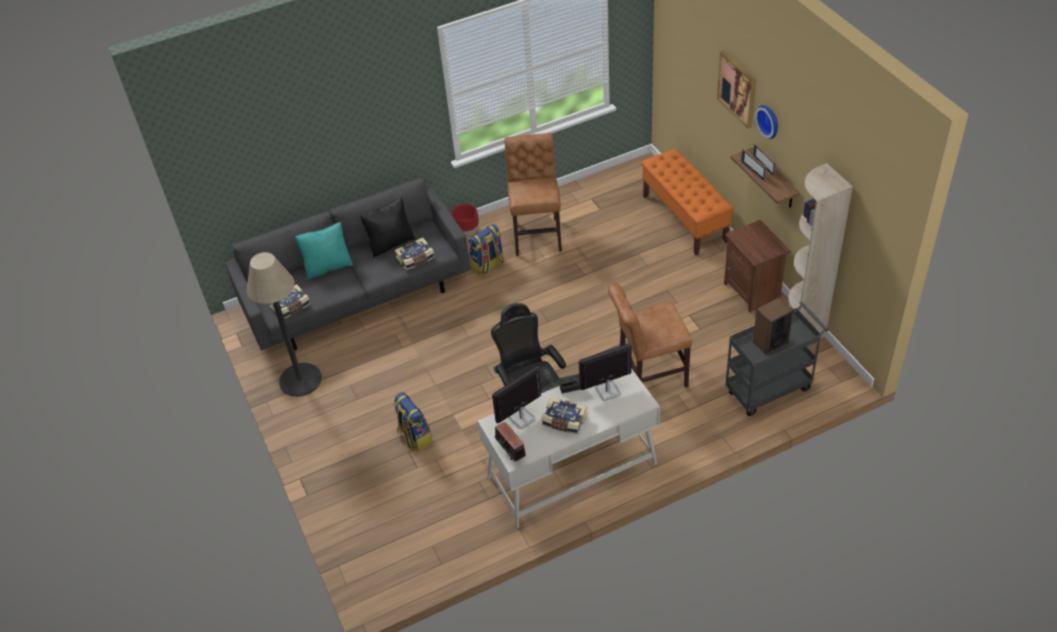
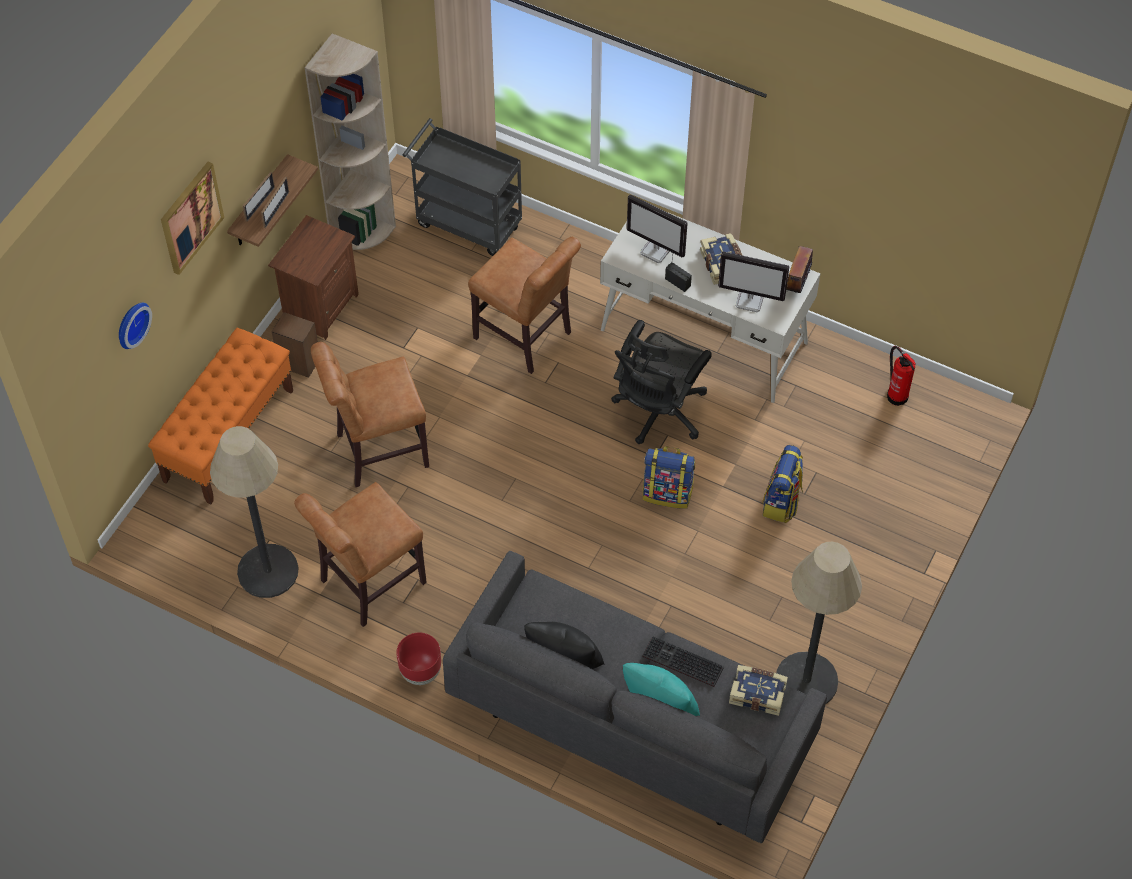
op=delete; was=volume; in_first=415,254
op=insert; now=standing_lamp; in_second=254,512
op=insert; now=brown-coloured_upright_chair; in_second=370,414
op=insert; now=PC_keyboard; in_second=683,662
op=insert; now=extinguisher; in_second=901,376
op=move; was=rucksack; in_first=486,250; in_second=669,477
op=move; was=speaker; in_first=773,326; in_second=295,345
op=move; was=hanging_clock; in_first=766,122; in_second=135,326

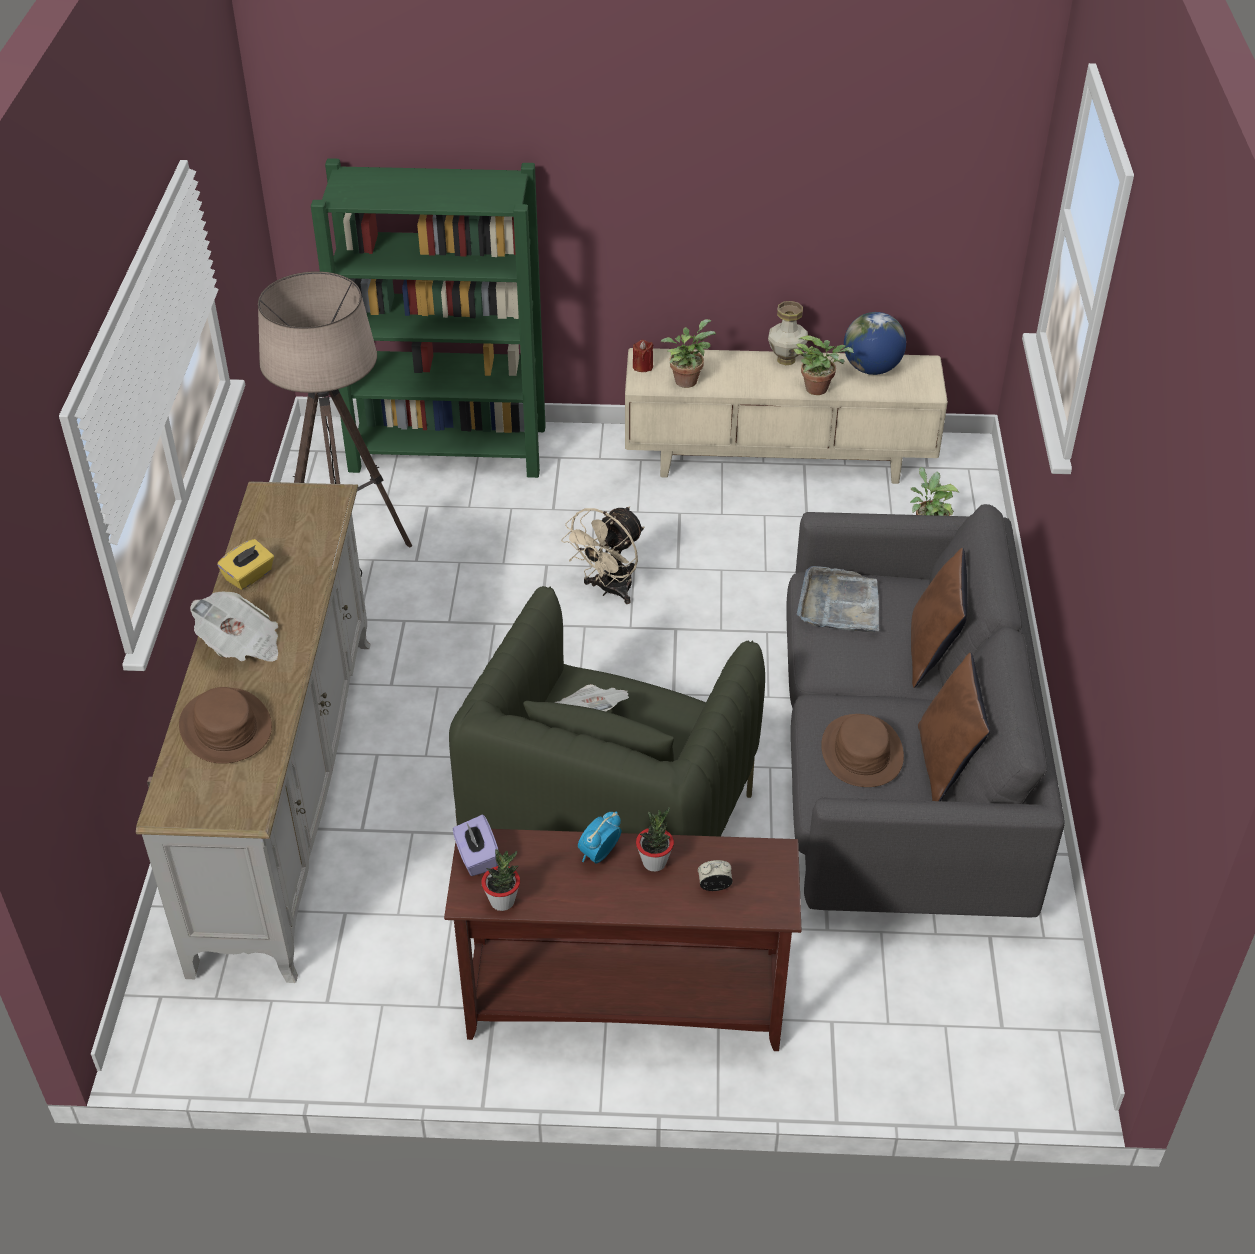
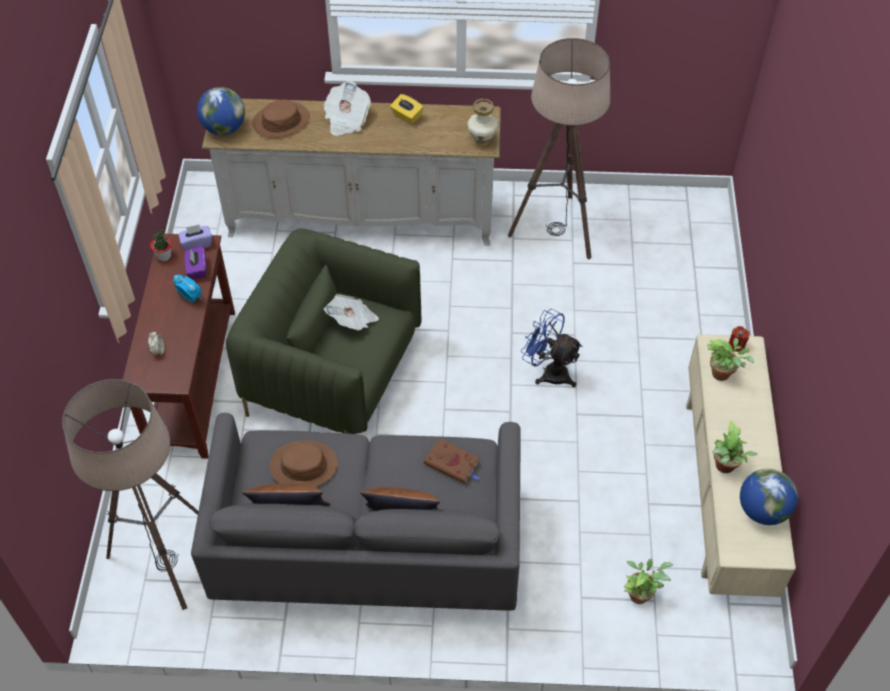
op=delete; was=green-coloured_shelving_unit; in_first=428,318
op=delete; was=houseplant; in_first=655,839
op=insert; now=standing_lamp; in_second=130,494
op=insert; now=purple_tissue_box; in_second=195,262
op=insert; now=globe; in_second=221,111
op=move; was=decorative_vase; in_first=788,333; in_second=482,122
op=replace; was=gray_tray; now=brown-coloured_volume; in_first=838,599; in_second=452,461
op=recolor; was=beige-coloured_electric_fan; now=blue-coloured_electric_fan; in_first=602,555; in_second=552,348

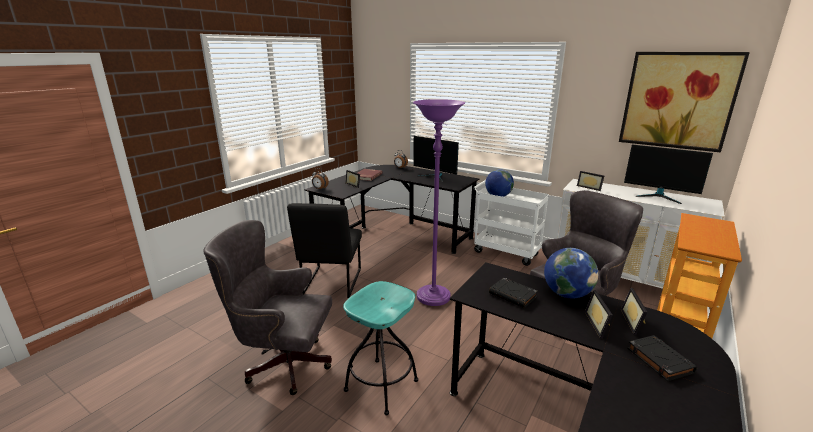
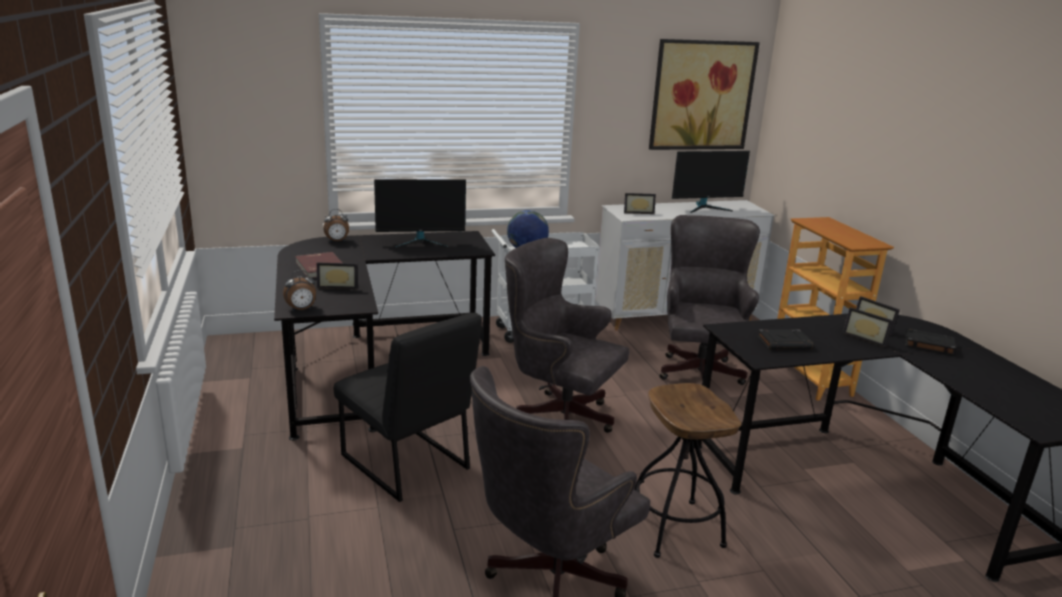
op=delete; was=globe; in_first=571,273
op=replace; was=purple_standing_lamp; now=gray_computer_chair; in_first=439,202; in_second=567,335
op=recolor; was=turquoise_stool; now=brown-coloured_stool; in_first=380,348; in_second=688,470

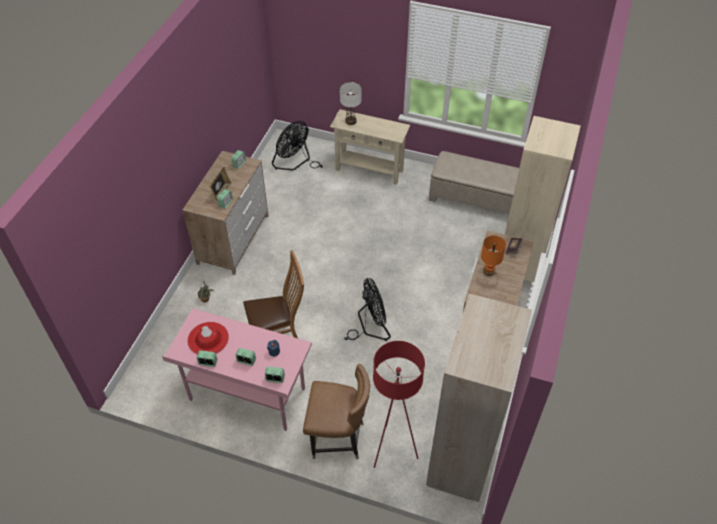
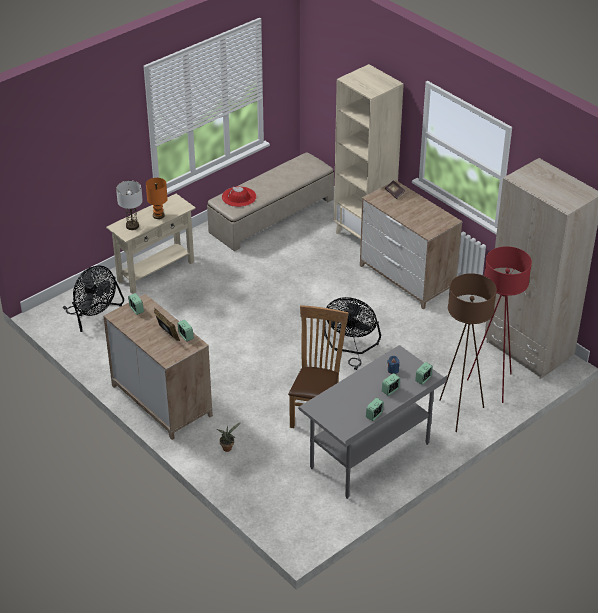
op=move; was=red_wearable_hat; in_first=208,338; in_second=239,196
op=move; was=orange-coloured_tabletop_lamp; in_first=493,255; in_second=157,198
op=replace; was=brown-coloured_upright_chair; now=brown-coloured_standing_lamp; in_first=336,412; in_second=468,352
op=recolor; was=pinkish_desk; now=gray_desk; in_first=237,369; in_second=372,422
op=rotate; was=black-coloured_electric_fan; in_first=297,145; in_second=93,299; clockwise=-120

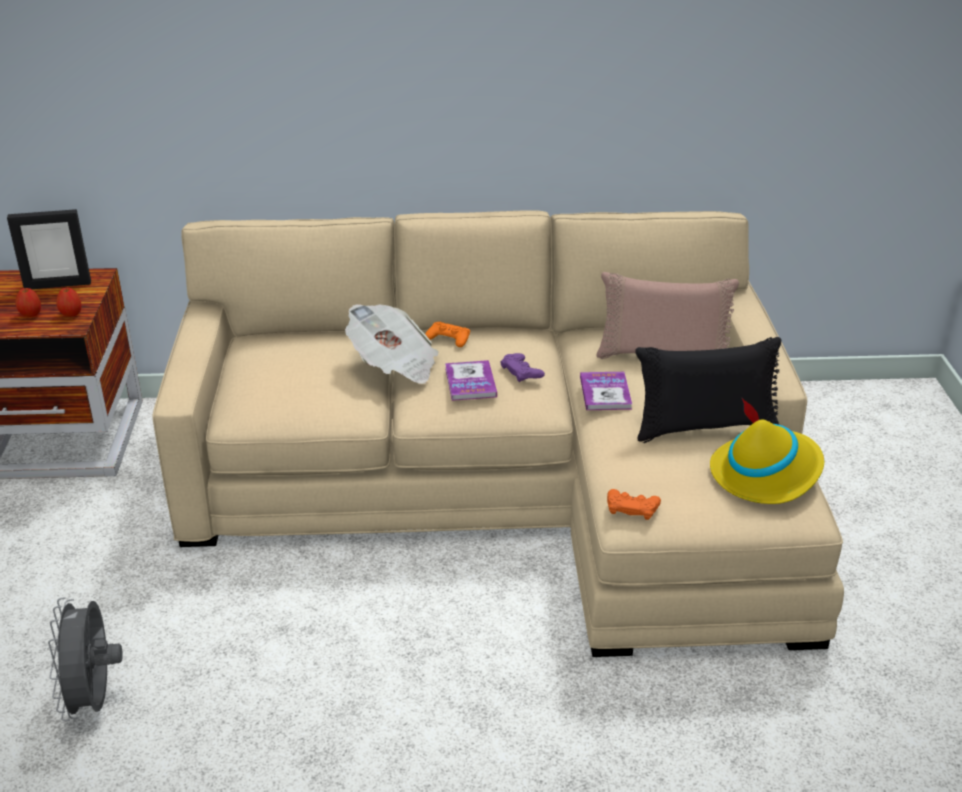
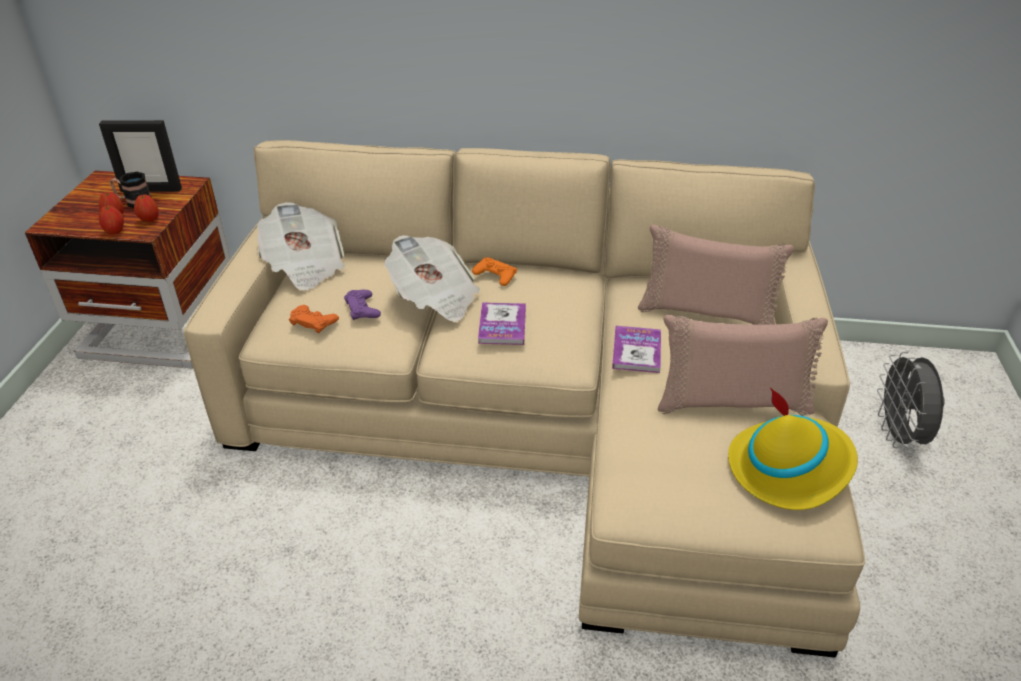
op=insert; now=whole_apple; in_second=111,220
op=insert; now=coffee_mug; in_second=130,190
op=insert; now=newspaper; in_second=301,246
op=move; was=gray_electric_fan; in_first=85,659; in_second=911,400
op=move; was=purple_game_controller; in_first=522,367; in_second=362,305
op=move; was=orange-coloured_game_controller; in_first=634,504; in_second=314,319
op=recolor; was=black-coloured_throw_pillow; now=beige-coloured_throw_pillow; in_first=708,390; in_second=743,365

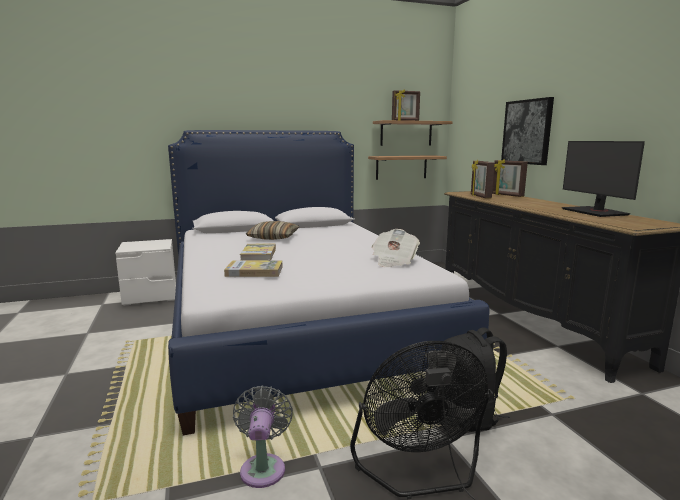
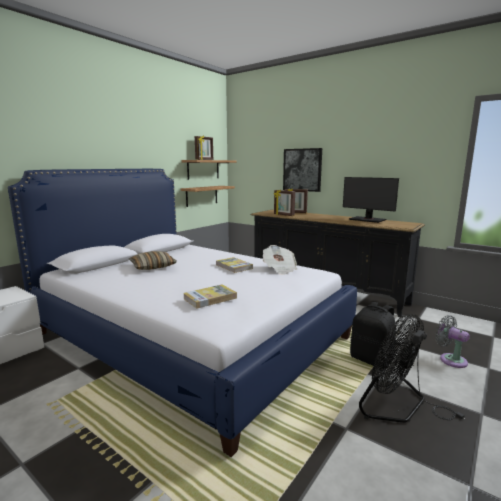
op=move; was=gray_electric_fan; in_first=263,436; in_second=452,341
op=move; was=volume; in_first=258,251; in_second=234,265

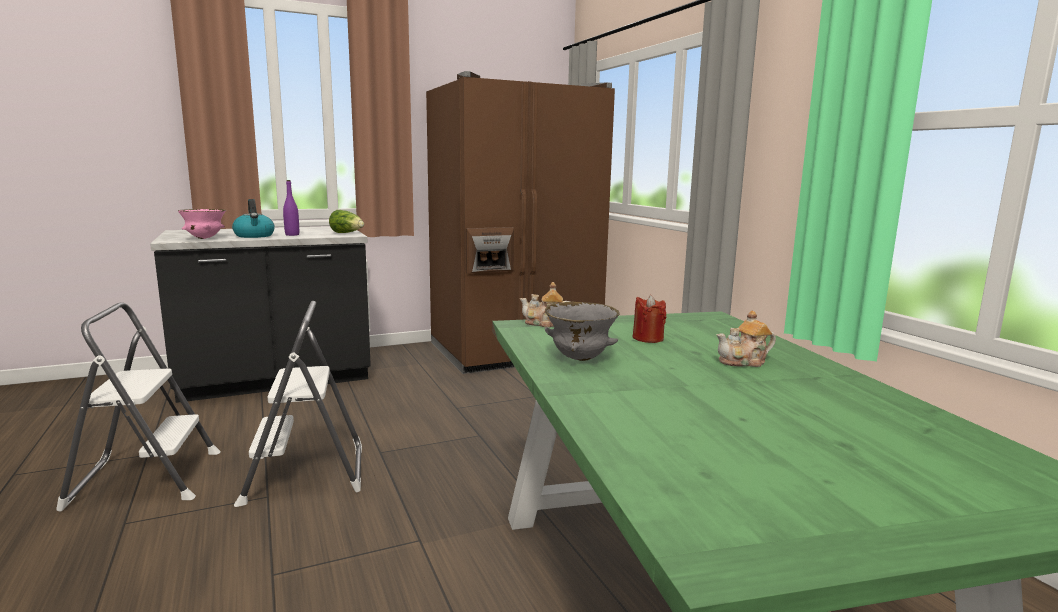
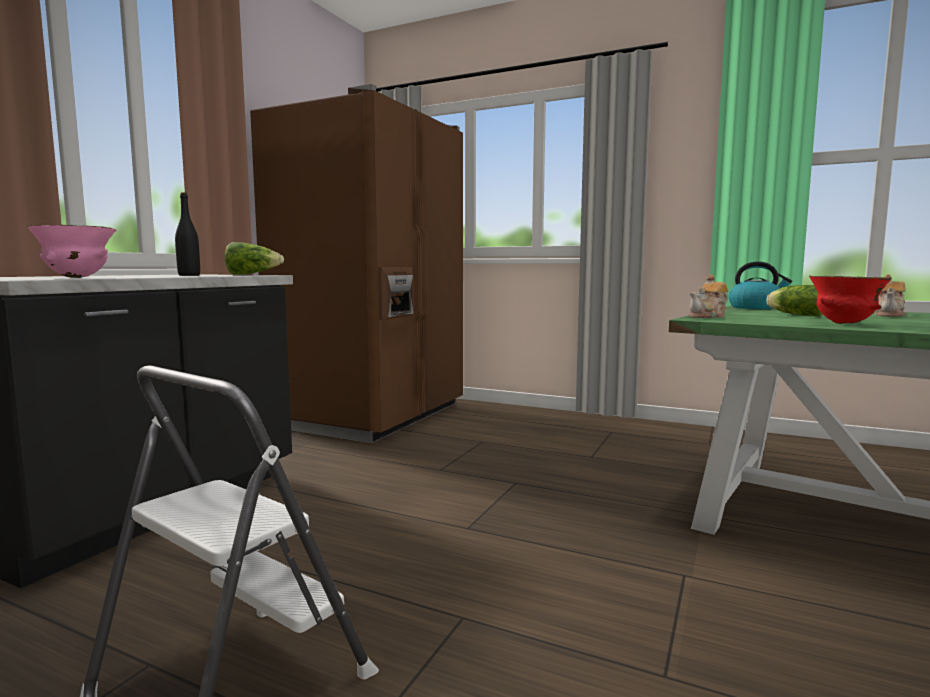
op=delete; was=white-coloured_step_ladder; in_first=298,404
op=move; was=kettle; in_first=253,218; in_second=760,285
op=replace; was=red_candle; now=head_of_lettuce; in_first=649,319; in_second=794,300
op=recolor; was=purple_drink_bottle; now=black-coloured_drink_bottle; in_first=291,208; in_second=187,234
op=recolor; was=gray_serving_bowl; now=red_serving_bowl; in_first=582,331; in_second=850,300

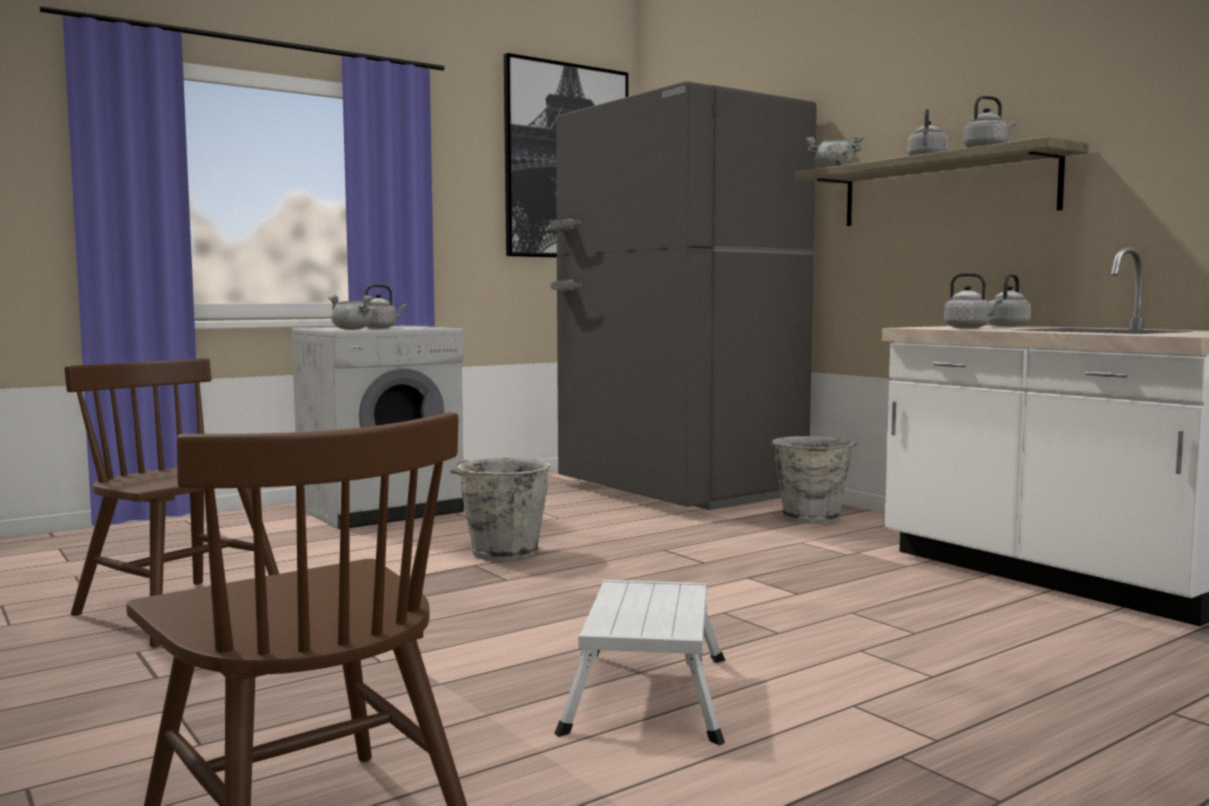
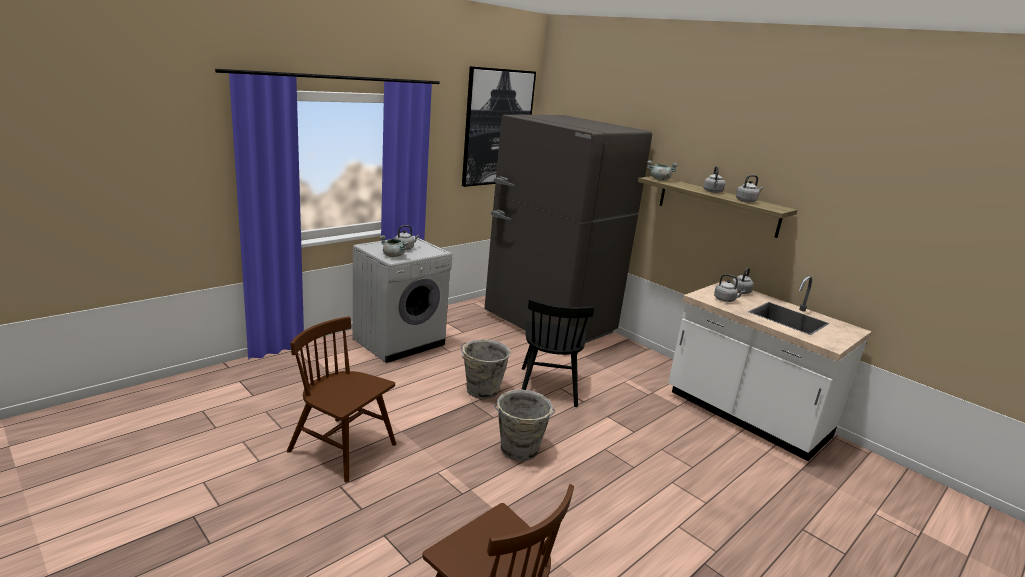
op=delete; was=white-coloured_step_ladder; in_first=640,662
op=insert; now=black-coloured_upright_chair; in_second=558,353
op=move; was=gray_bucket; in_first=813,480; in_second=524,425

